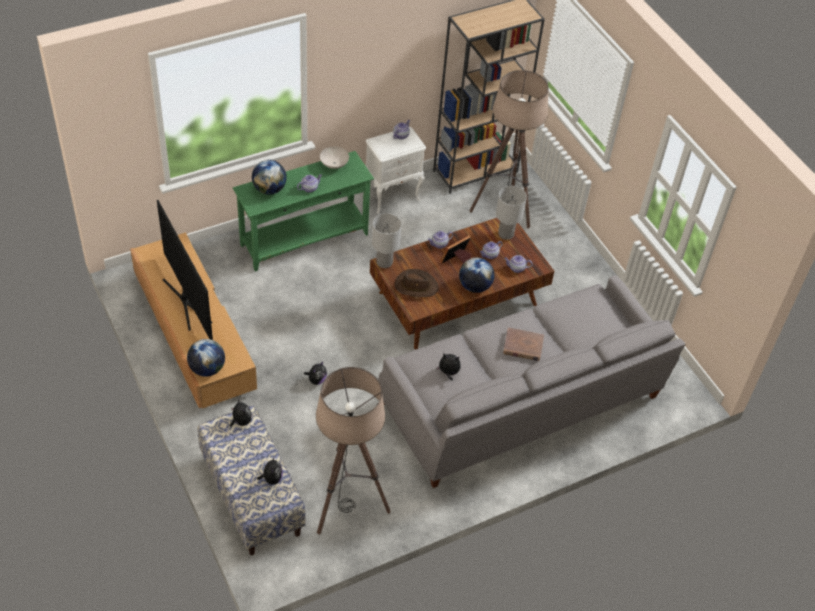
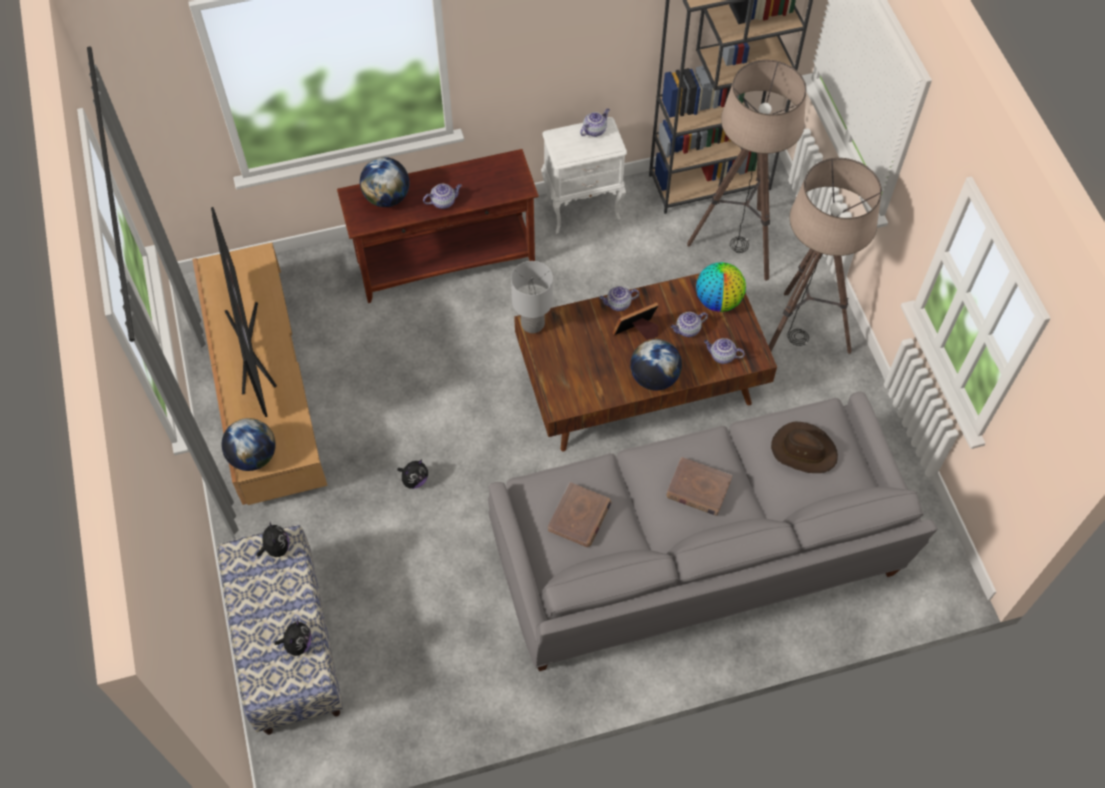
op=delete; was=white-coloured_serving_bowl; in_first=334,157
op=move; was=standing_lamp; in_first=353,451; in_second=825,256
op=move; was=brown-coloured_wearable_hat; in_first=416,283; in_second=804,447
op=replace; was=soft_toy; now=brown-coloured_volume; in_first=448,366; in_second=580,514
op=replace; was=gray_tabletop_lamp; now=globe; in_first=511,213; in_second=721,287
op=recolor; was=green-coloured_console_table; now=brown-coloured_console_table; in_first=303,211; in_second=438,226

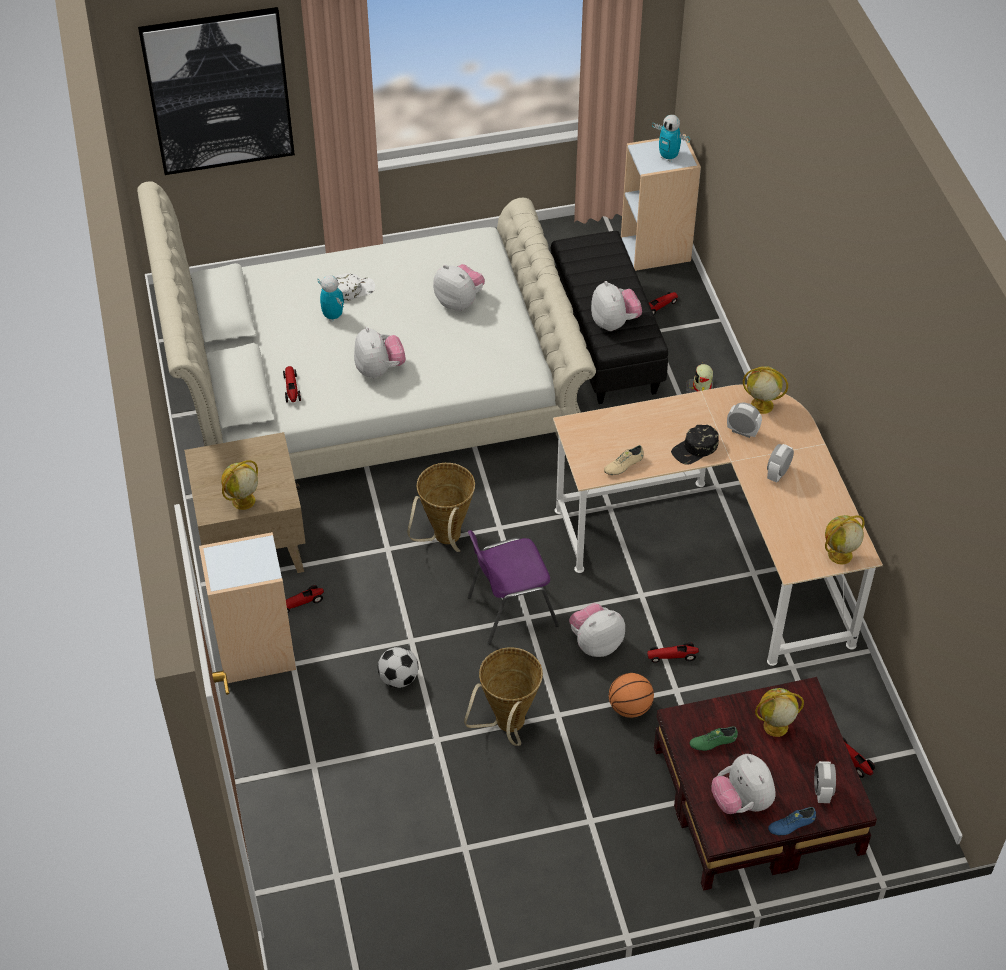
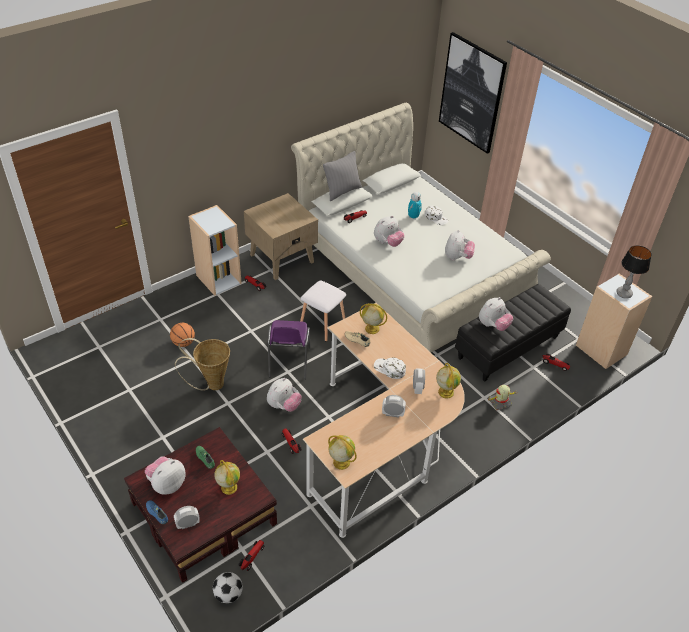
op=insert; now=gray_throw_pillow; in_second=342,176
op=move; was=globe; in_first=239,485; in_second=373,318
op=move; was=football_ball; in_first=398,667; in_second=228,587
op=move; was=basketball_ball; in_first=631,695; in_second=182,335
op=replace; was=storage_basket; now=white-coloured_stool; in_first=441,507; in_second=323,311
op=replace; was=robot_figure; now=tabletop_lamp; in_first=671,138; in_second=634,272
op=recolor; was=black-coloured_cap; now=white-coloured_cap; in_first=695,445; in_second=390,368
op=rotate; was=purple_upright_chair; in_first=513,587; in_second=289,349; clockwise=-135
op=rotate; was=soft_toy; in_first=597,630; in_second=284,395; clockwise=90

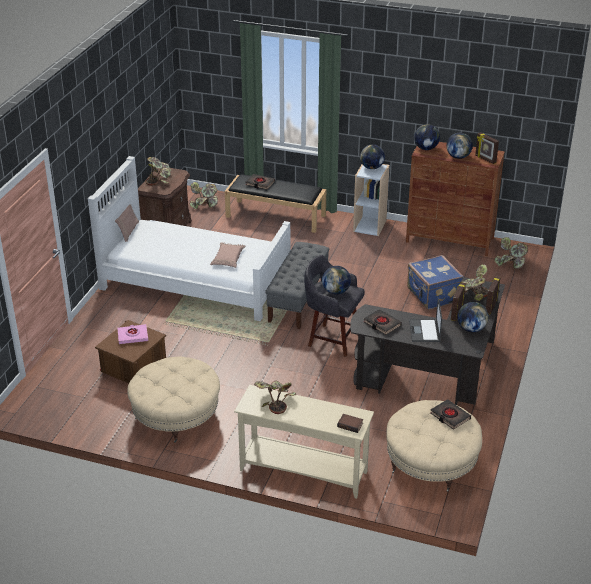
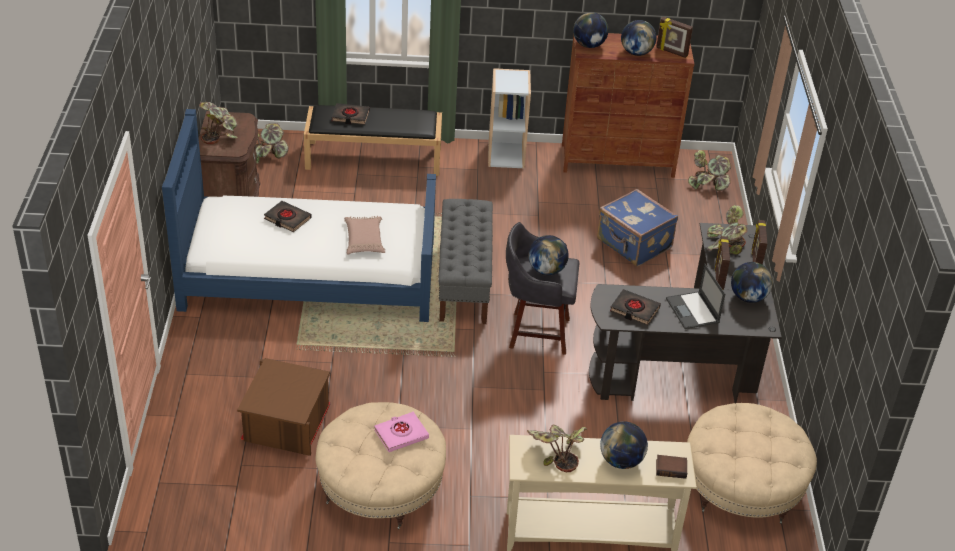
op=delete; was=beige-coloured_throw_pillow; in_first=127,223
op=move; was=pinkish_volume; in_first=132,334; in_second=401,432
op=move; was=globe; in_first=372,156; in_second=624,445
op=move; was=black-coloured_volume; in_first=450,414; in_second=288,216
op=recolor; was=white-coloured_bed; now=blue-coloured_bed; in_first=189,238; in_second=299,215

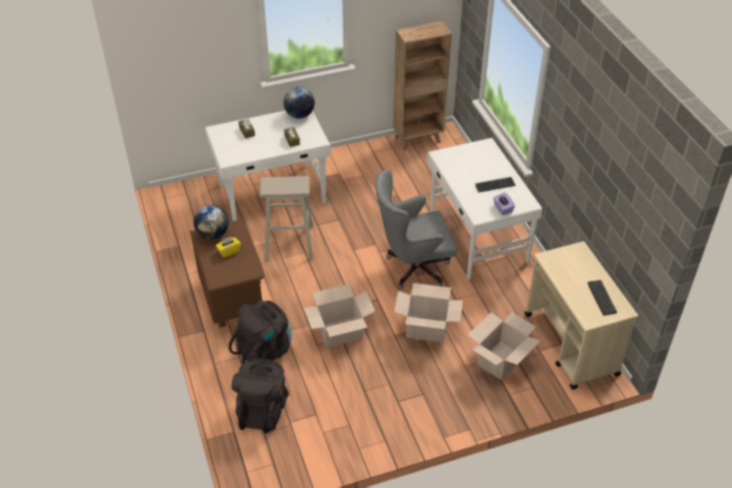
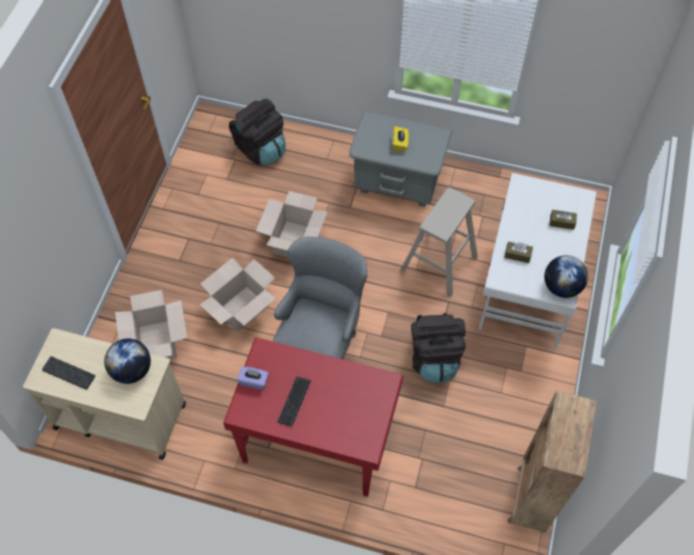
op=move; was=globe; in_first=211,222; in_second=127,361
op=move; was=black-coloured_rucksack; in_first=260,332; in_second=438,348
op=recolor; was=brown-coloured_nightstand; now=gray_nightstand; in_first=227,273; in_second=400,159
op=recolor; was=white-coloured_desk; now=red_desk; in_first=484,209; in_second=313,417

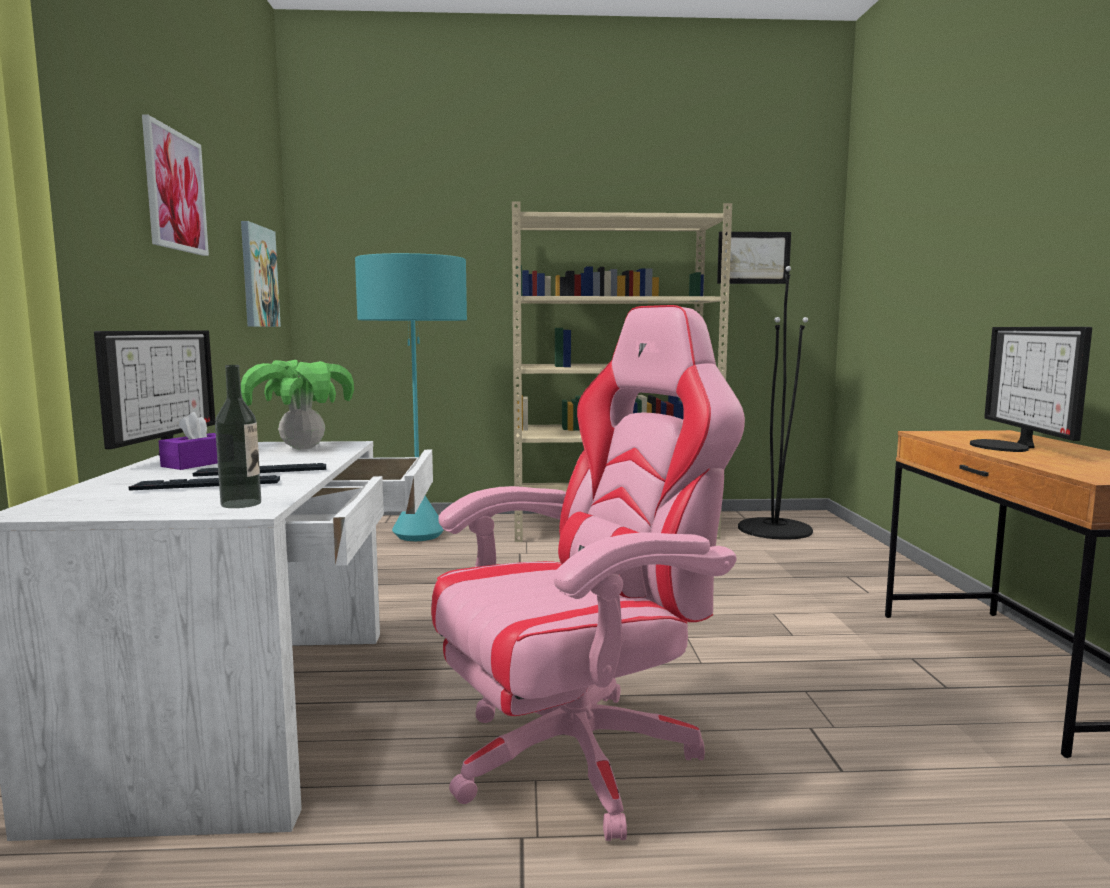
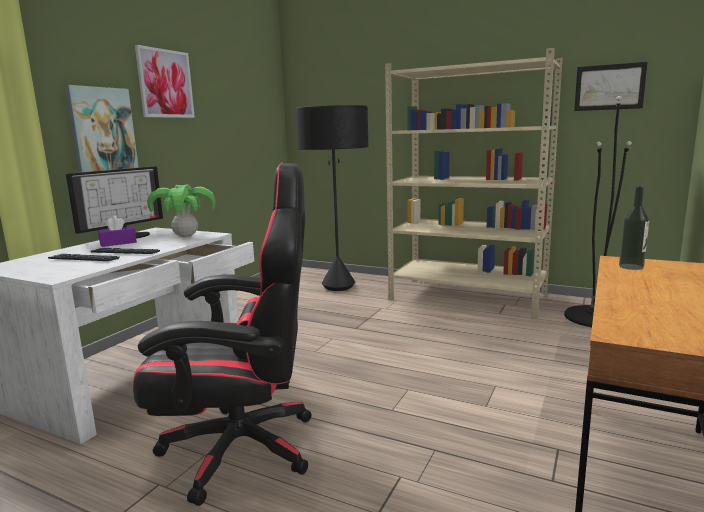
op=delete; was=computer_display; in_first=1031,389
op=move; was=drink_bottle; in_first=238,436; in_second=634,228
op=move; was=wall_picture; in_first=261,274; in_second=102,128
op=recolor; was=turquoise_standing_lamp; now=black-coloured_standing_lamp; in_first=411,397; in_second=332,198
op=recolor; was=pinkish_computer_chair; now=black-coloured_computer_chair; in_first=588,573; in_second=222,334

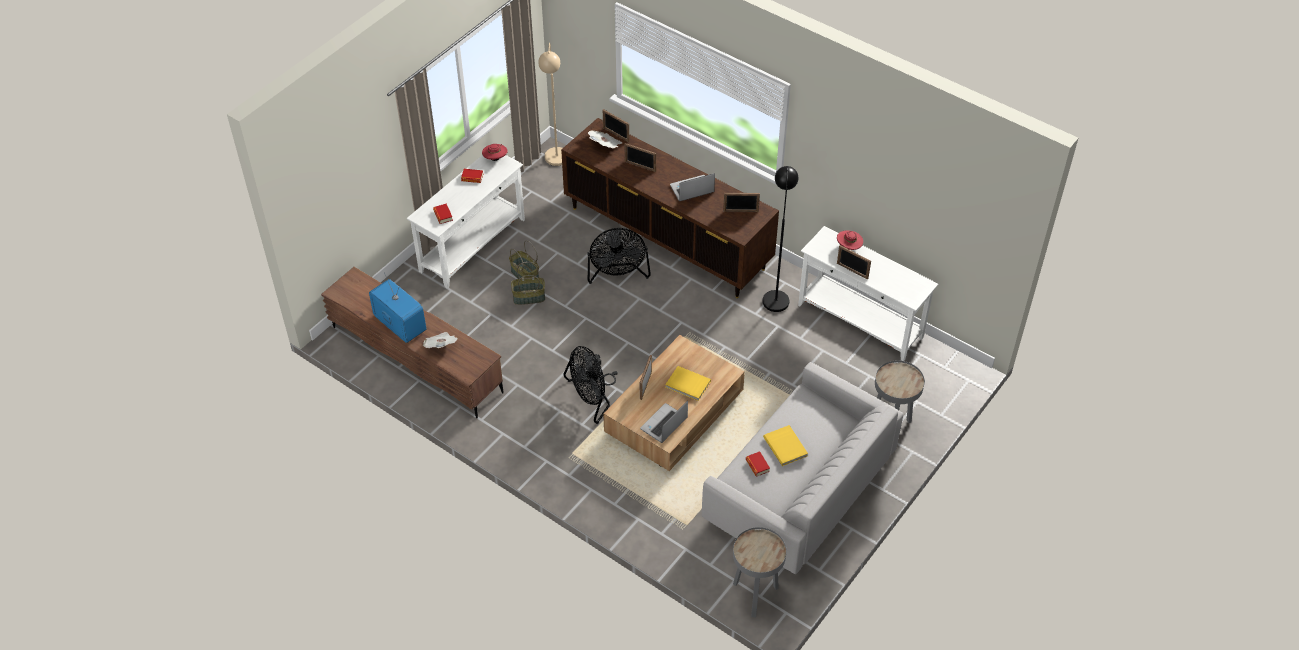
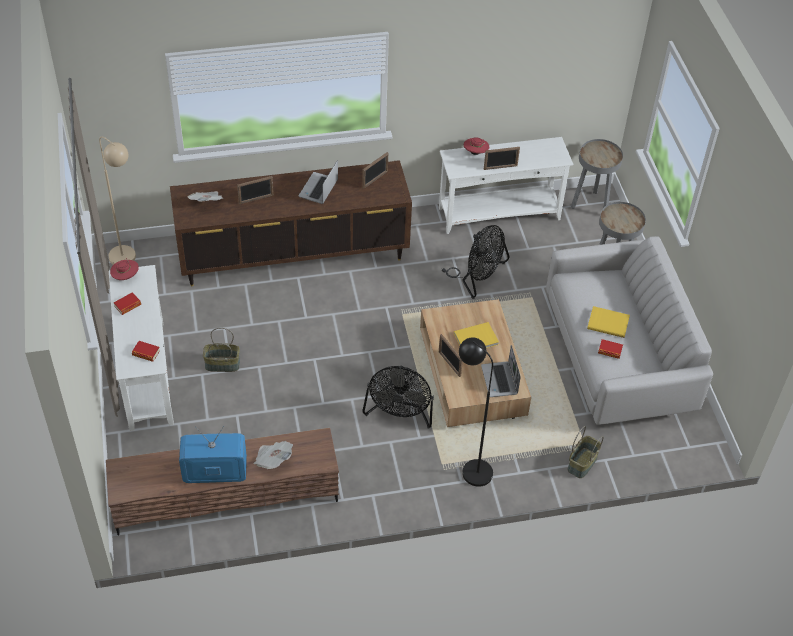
op=delete; was=picture_frame; in_first=616,125
op=move; was=storage_basket; in_first=528,283; in_second=586,452
op=move; was=black-coloured_electric_fan; in_first=619,255; in_second=475,262
op=move; was=gray_side_table; in_first=759,572; in_second=597,174
op=move; was=black-coloured_standing_lamp; in_first=780,239; in_second=476,412

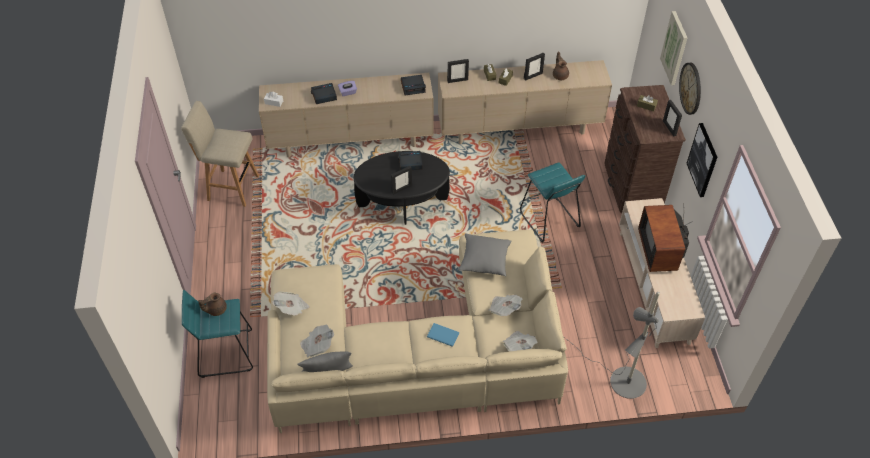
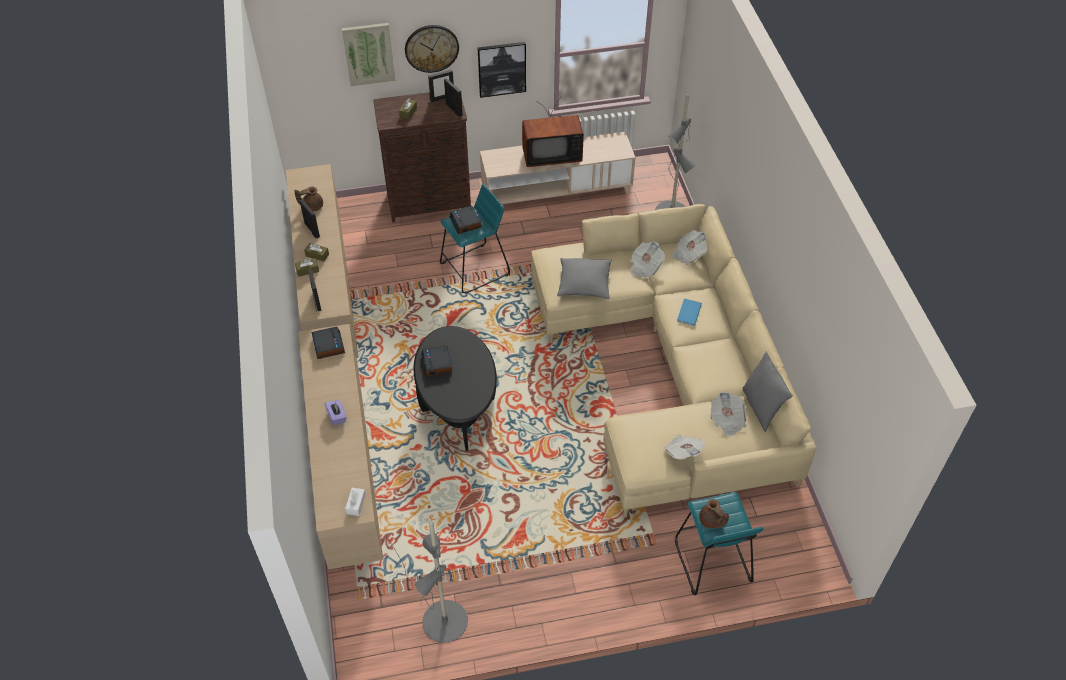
op=move; was=alarm_clock; in_first=324,93; in_second=466,220
op=move; was=picture_frame; in_first=401,180; in_second=453,97
op=replace; was=beige-coloured_stool; now=gray_standing_lamp; in_first=220,154; in_second=427,582

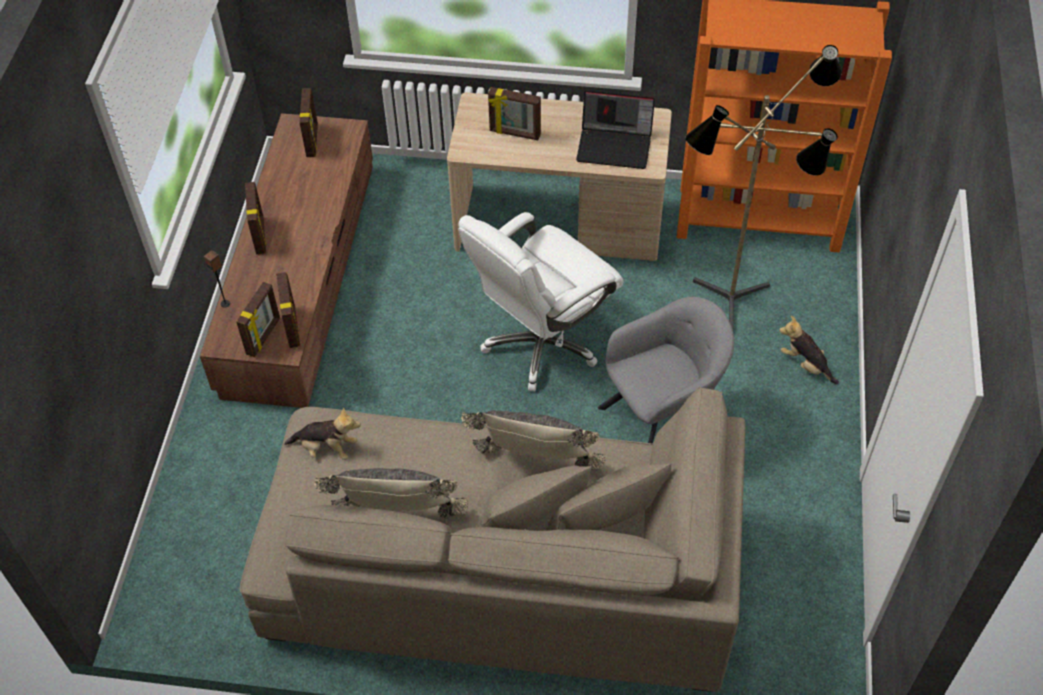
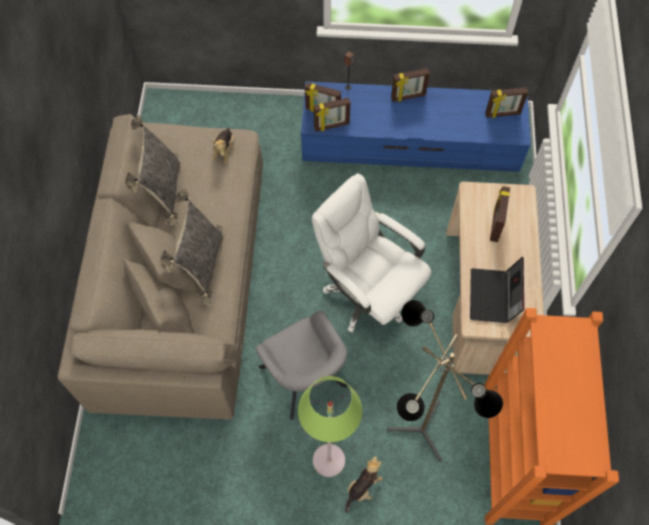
op=insert; now=green-coloured_standing_lamp; in_second=330,426
op=recolor; was=brown-coloured_tv_stand; now=blue-coloured_tv_stand; in_first=286,260; in_second=416,126

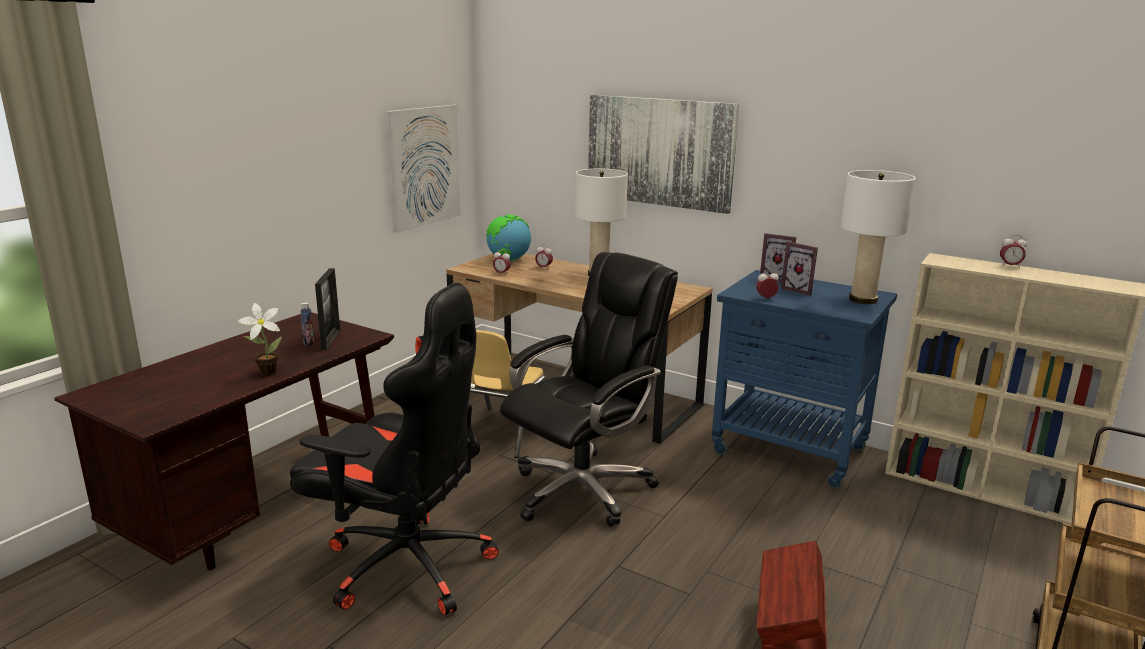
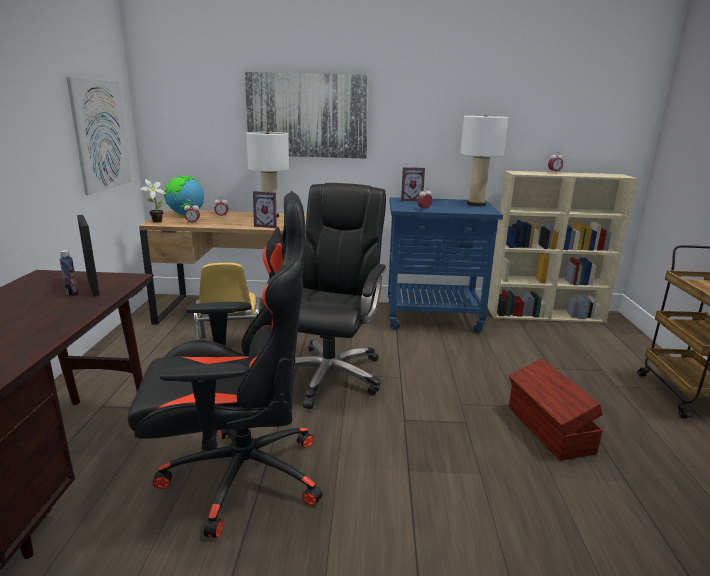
op=move; was=houseplant; in_first=260,339; in_second=153,201
op=move; was=picture_frame; in_first=799,269; in_second=265,209

